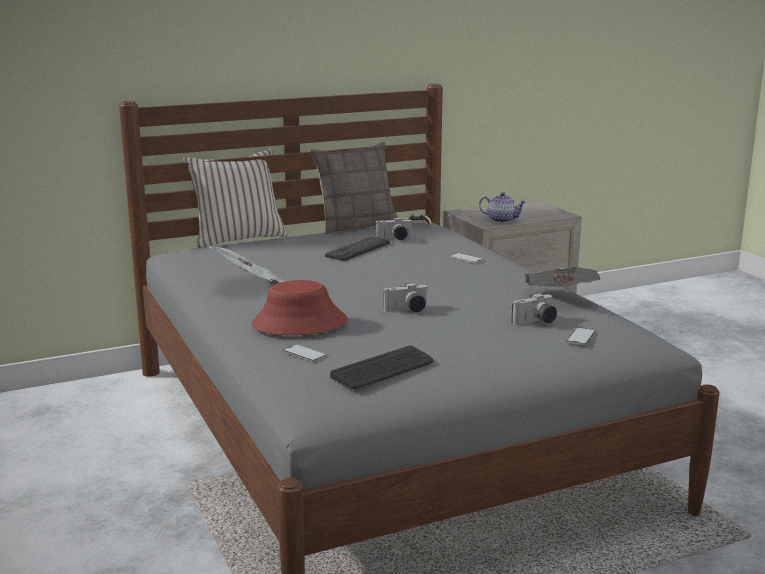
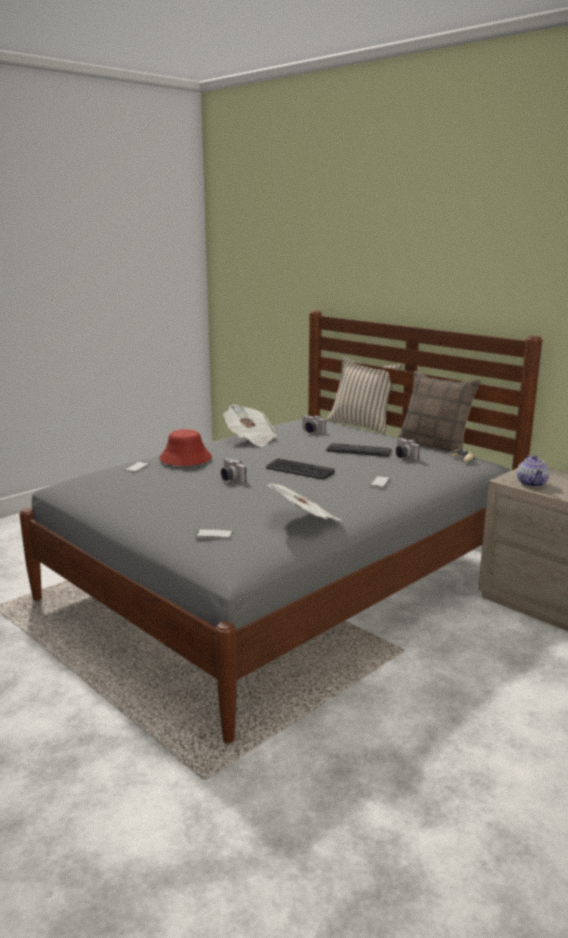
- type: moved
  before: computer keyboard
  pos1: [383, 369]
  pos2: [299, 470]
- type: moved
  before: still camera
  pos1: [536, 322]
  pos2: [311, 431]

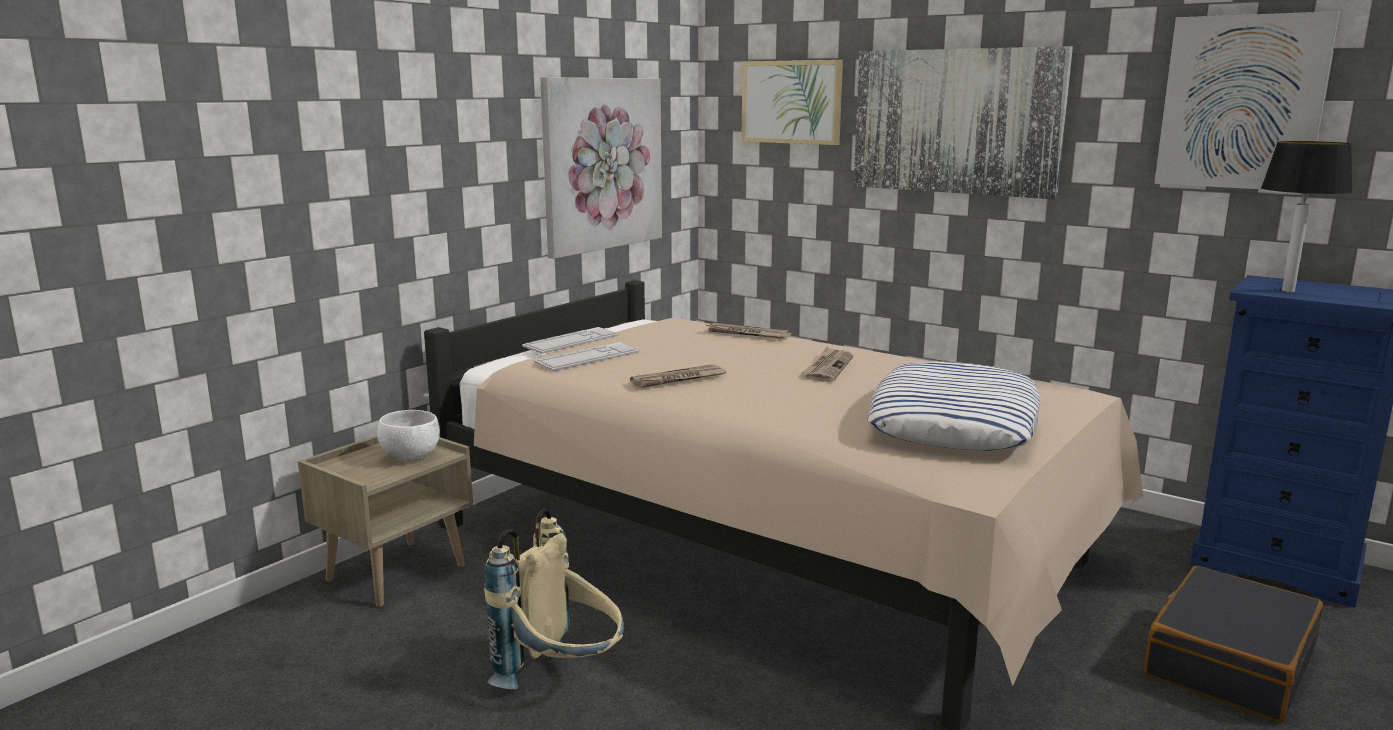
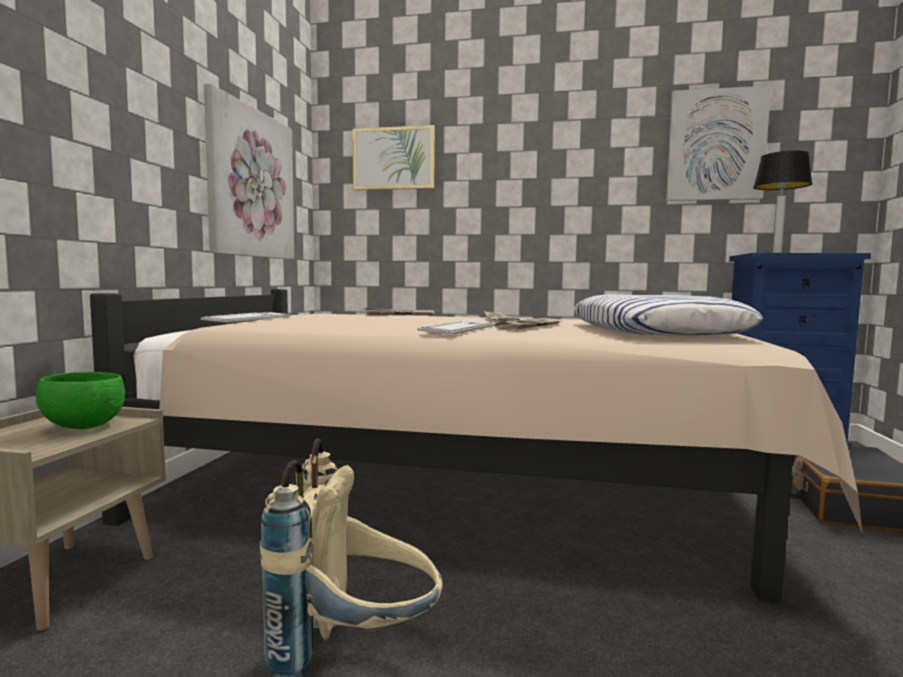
- type: removed
  before: wall picture
  pos1: [956, 121]
- type: moved
  before: computer keyboard
  pos1: [587, 358]
  pos2: [459, 329]
- type: moved
  before: printed paper
  pos1: [678, 379]
  pos2: [530, 326]
- type: recoloured
  before: whitish deep dish
  after: green deep dish
  pos1: [411, 457]
  pos2: [84, 427]

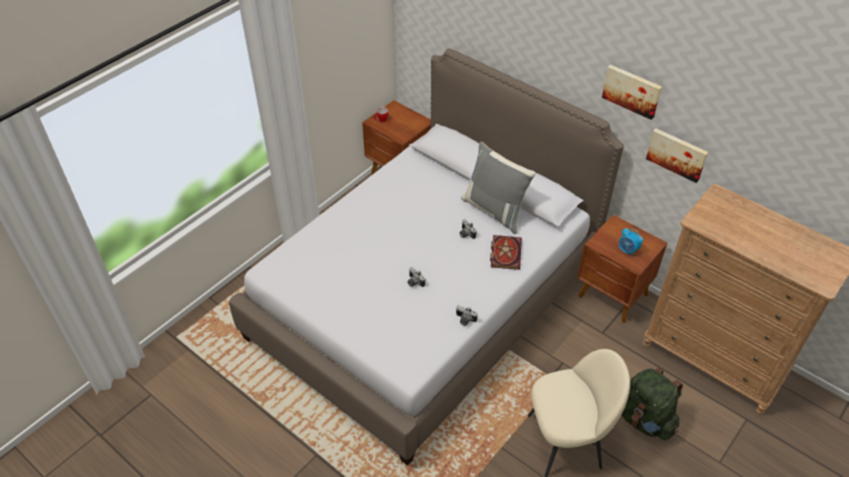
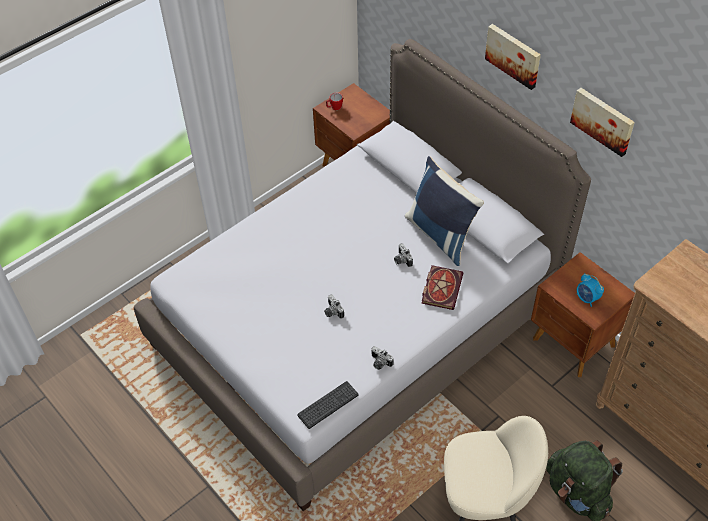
- type: added
  after: computer keyboard
  pos2: [328, 405]
- type: moved
  before: wall picture
  pos1: [677, 154]
  pos2: [514, 55]
- type: recoloured
  before: gray cushion
  after: blue cushion
  pos1: [495, 210]
  pos2: [441, 234]

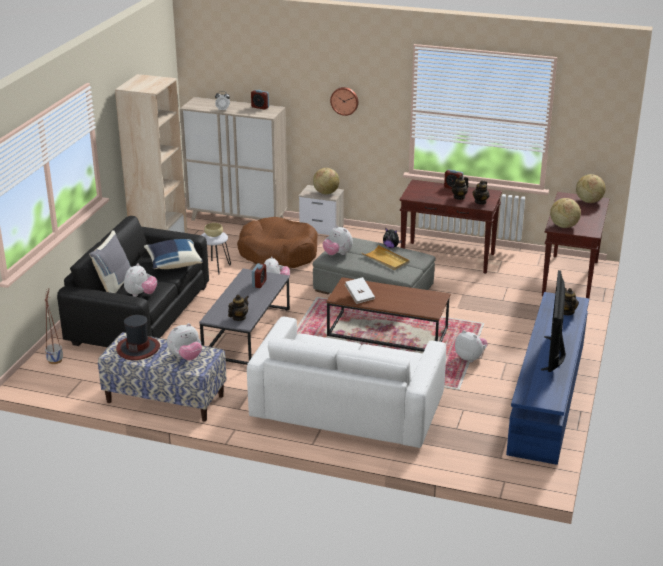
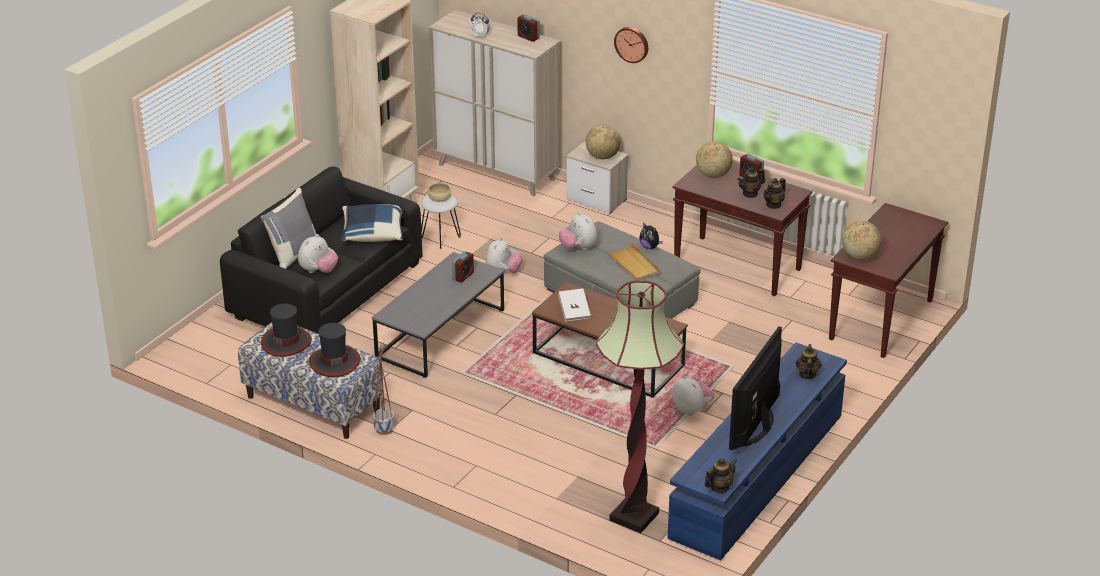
- type: removed
  before: brown-coloured dog bed
  pos1: [278, 253]
- type: removed
  before: whitish settee
  pos1: [347, 409]
- type: added
  after: standing lamp
  pos2: [634, 516]
- type: moved
  before: plant pot
  pos1: [55, 360]
  pos2: [384, 429]
- type: moved
  before: pot for tea
  pos1: [239, 318]
  pos2: [719, 487]
- type: moved
  before: desk globe
  pos1: [588, 201]
  pos2: [713, 175]
- type: replaced
  before: soft toy
  after: hat
  pos1: [186, 357]
  pos2: [334, 362]

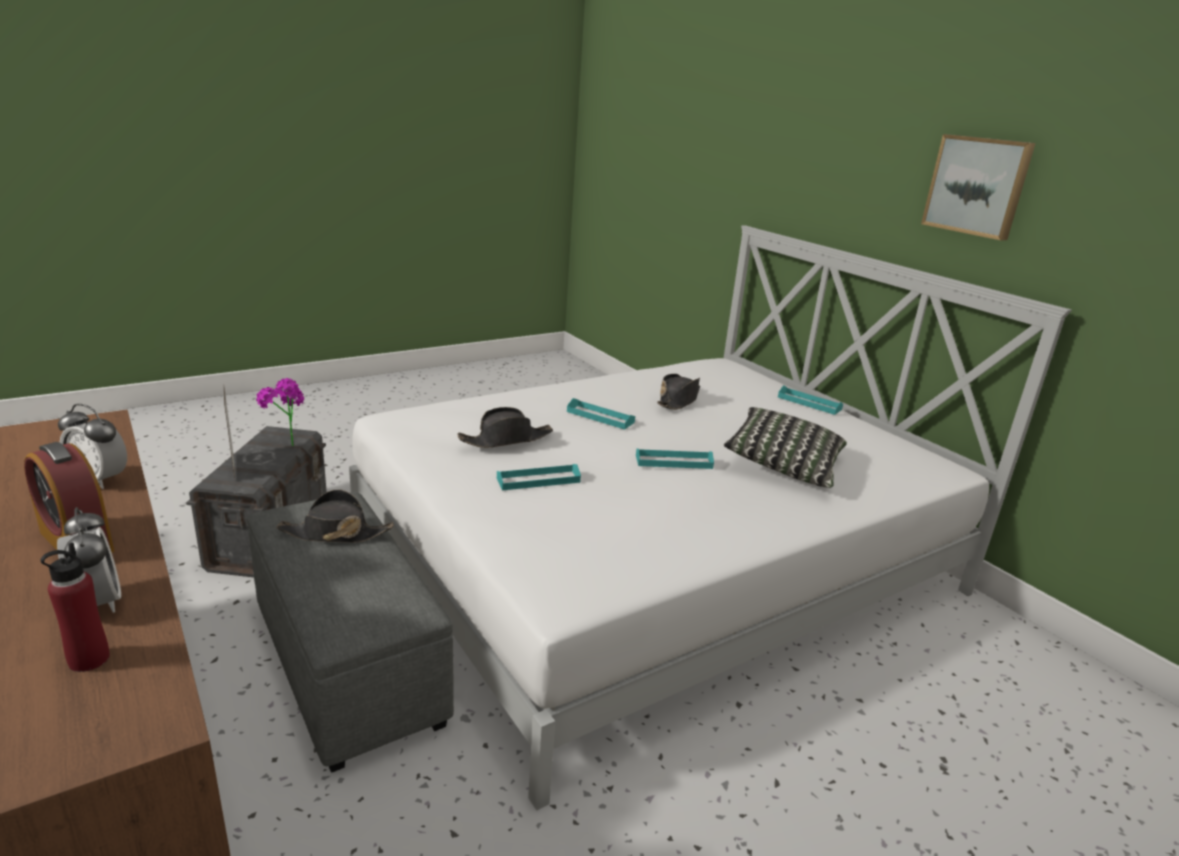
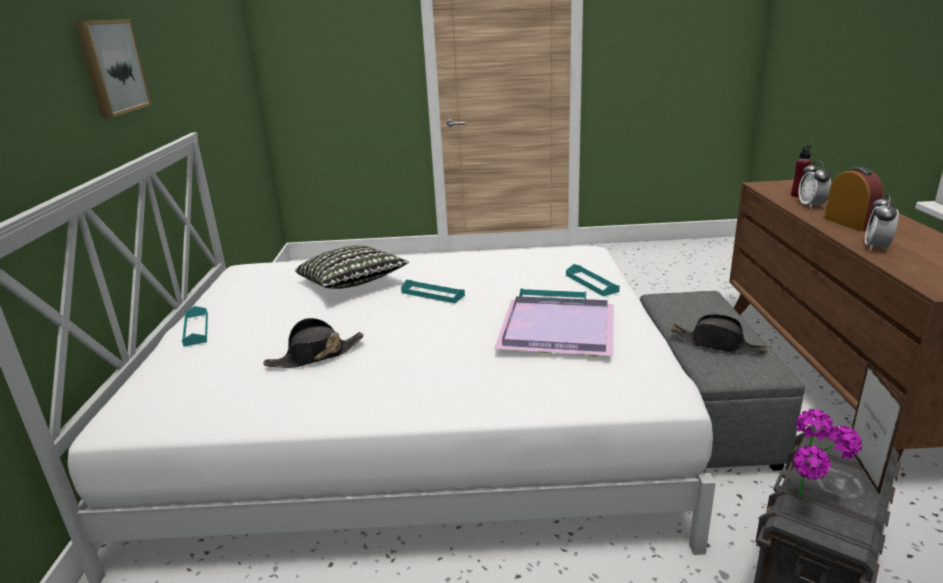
- type: moved
  before: turquoise serving tray
  pos1: [600, 417]
  pos2: [591, 283]
- type: replaced
  before: black hat
  after: purple-coloured serving tray
  pos1: [506, 439]
  pos2: [555, 328]
- type: turned
  before: table clock
  pos1: [100, 480]
  pos2: [876, 247]
  turn: -120

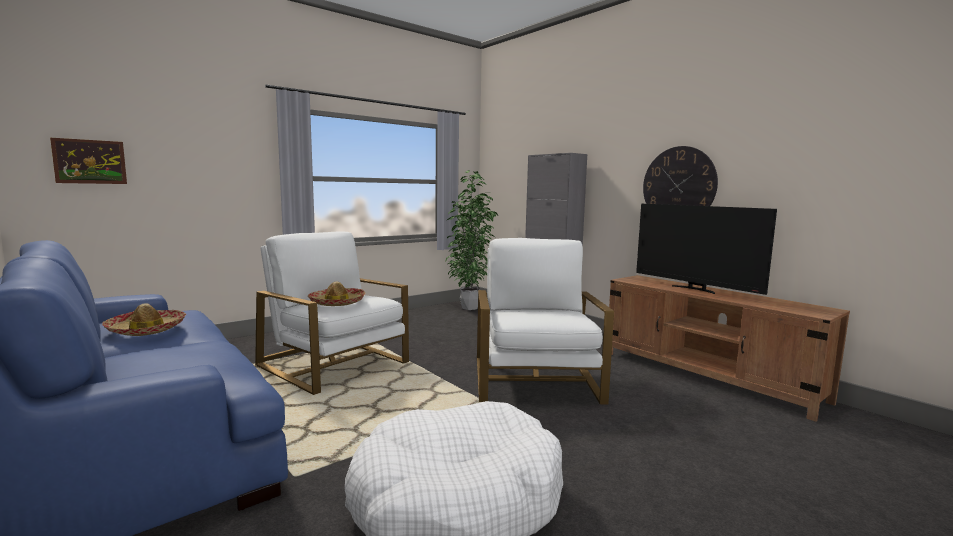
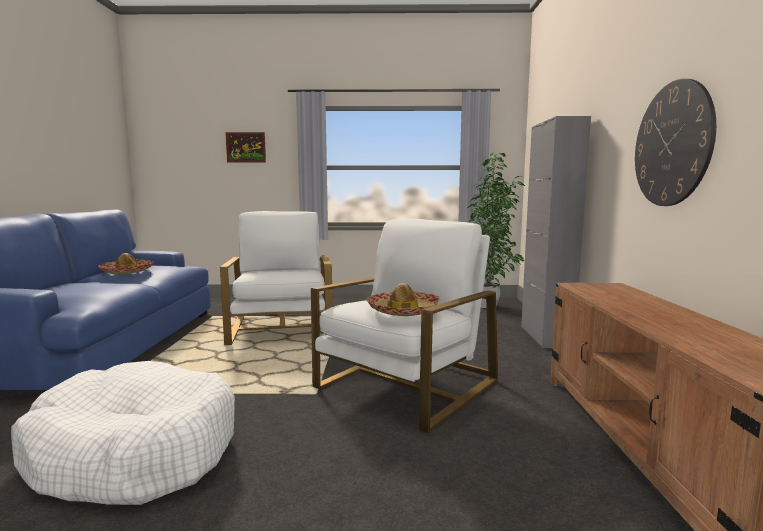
- type: removed
  before: television
  pos1: [695, 289]
- type: moved
  before: wall picture
  pos1: [90, 161]
  pos2: [246, 147]
- type: moved
  before: hat
  pos1: [337, 303]
  pos2: [403, 311]

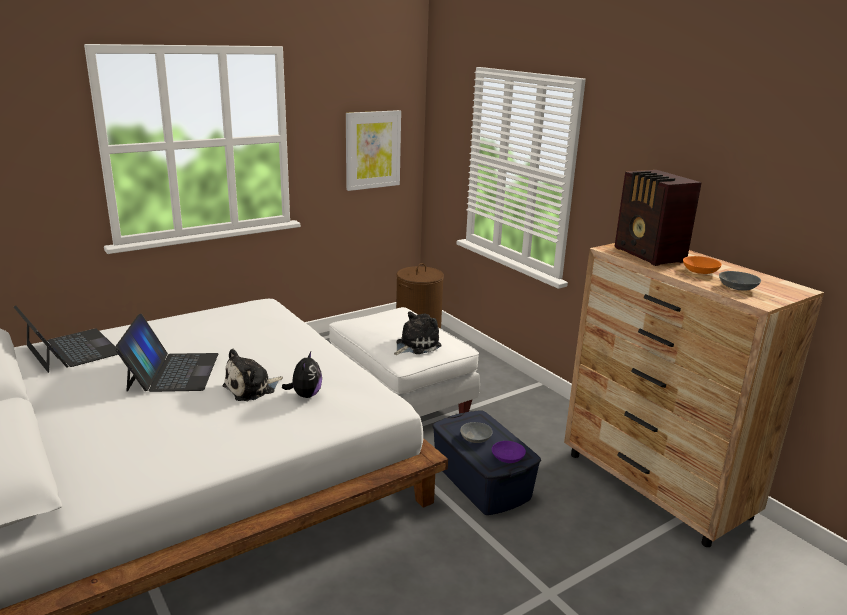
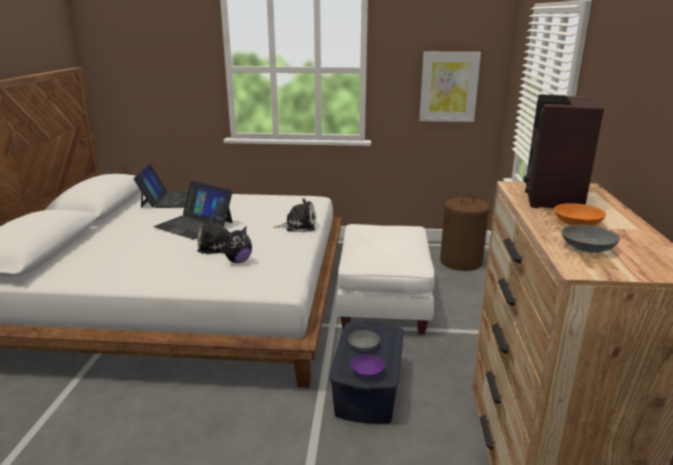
- type: moved
  before: soft toy
  pos1: [415, 345]
  pos2: [298, 226]
- type: turned
  before: portable computer
  pos1: [172, 372]
  pos2: [194, 224]
  turn: 90

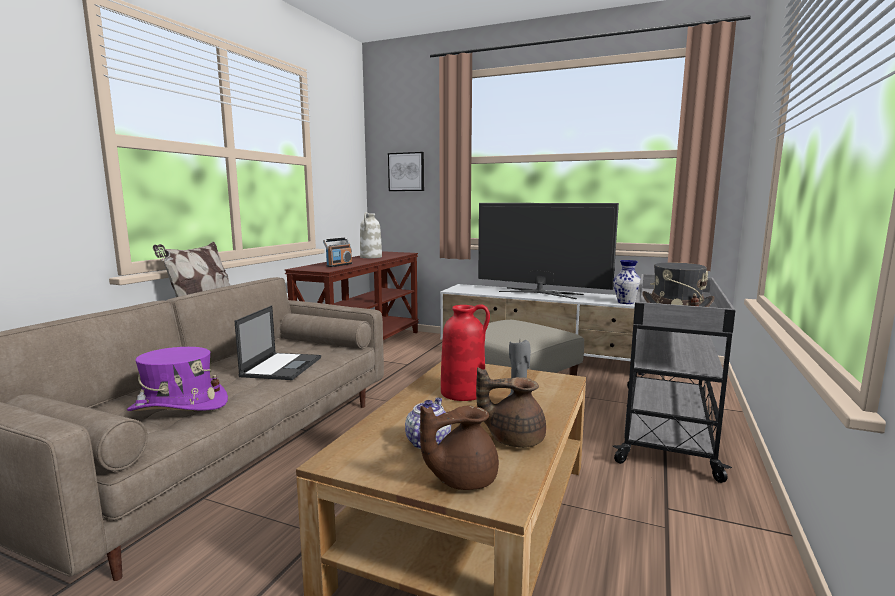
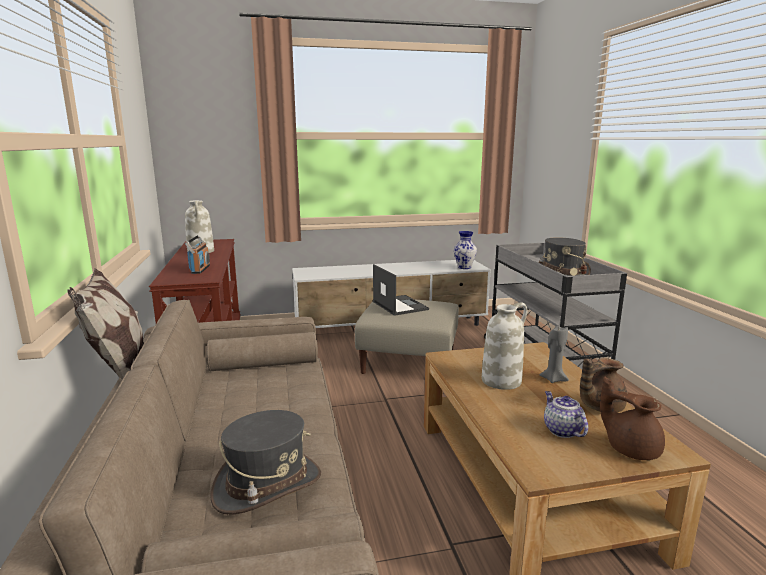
- type: removed
  before: wall picture
  pos1: [406, 172]
- type: removed
  before: television
  pos1: [540, 293]
- type: moved
  before: portable computer
  pos1: [282, 366]
  pos2: [399, 305]
- type: recoloured
  before: purple-coloured hat
  after: gray hat
  pos1: [179, 406]
  pos2: [267, 485]
- type: recoloured
  before: reddish decorative vase
  after: whitish decorative vase
  pos1: [463, 392]
  pos2: [501, 380]
- type: turned
  before: brown-coloured pot for tea
  pos1: [461, 479]
  pos2: [630, 448]
  turn: 105

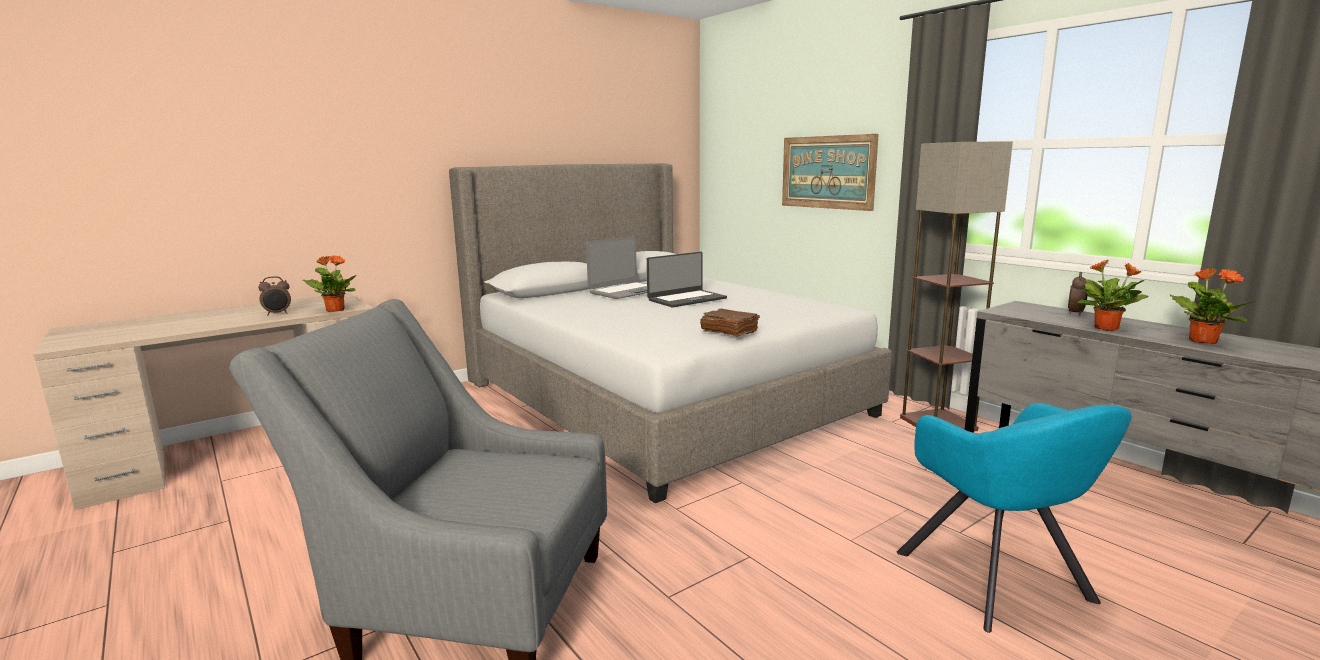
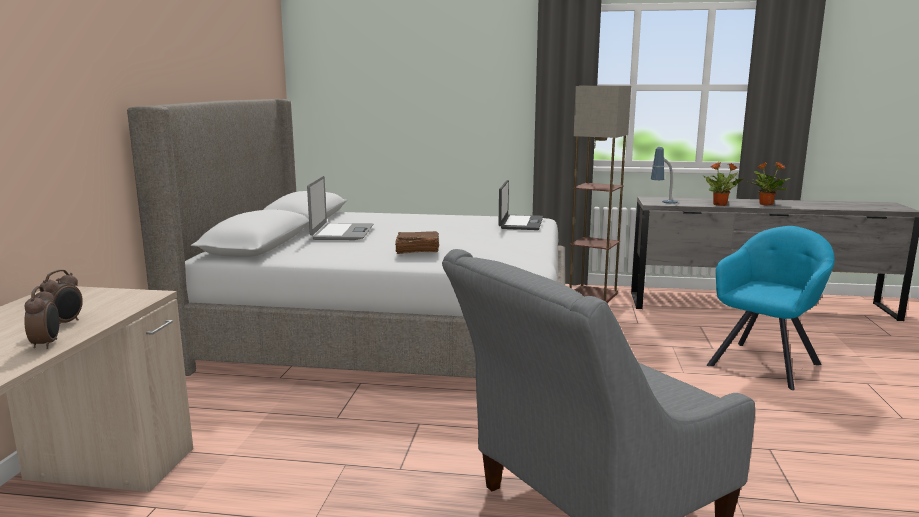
- type: removed
  before: plant in a pot
  pos1: [335, 310]
- type: removed
  before: wall picture
  pos1: [827, 172]
- type: added
  after: tabletop lamp
  pos2: [663, 203]
- type: moved
  before: portable computer
  pos1: [686, 299]
  pos2: [520, 223]
- type: moved
  before: brown-coloured book
  pos1: [729, 332]
  pos2: [417, 251]
- type: moved
  before: table clock
  pos1: [1075, 313]
  pos2: [47, 344]
- type: turned
  before: turquoise armchair
  pos1: [998, 580]
  pos2: [765, 363]
  turn: -75

